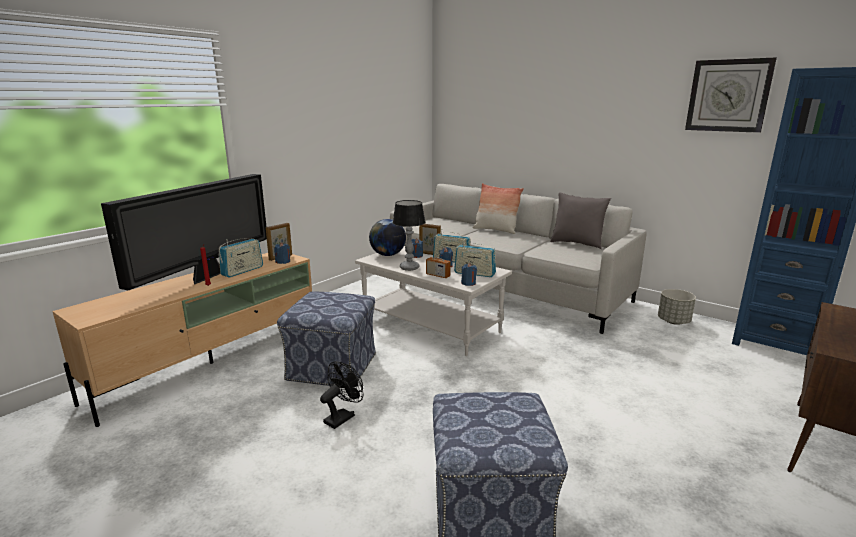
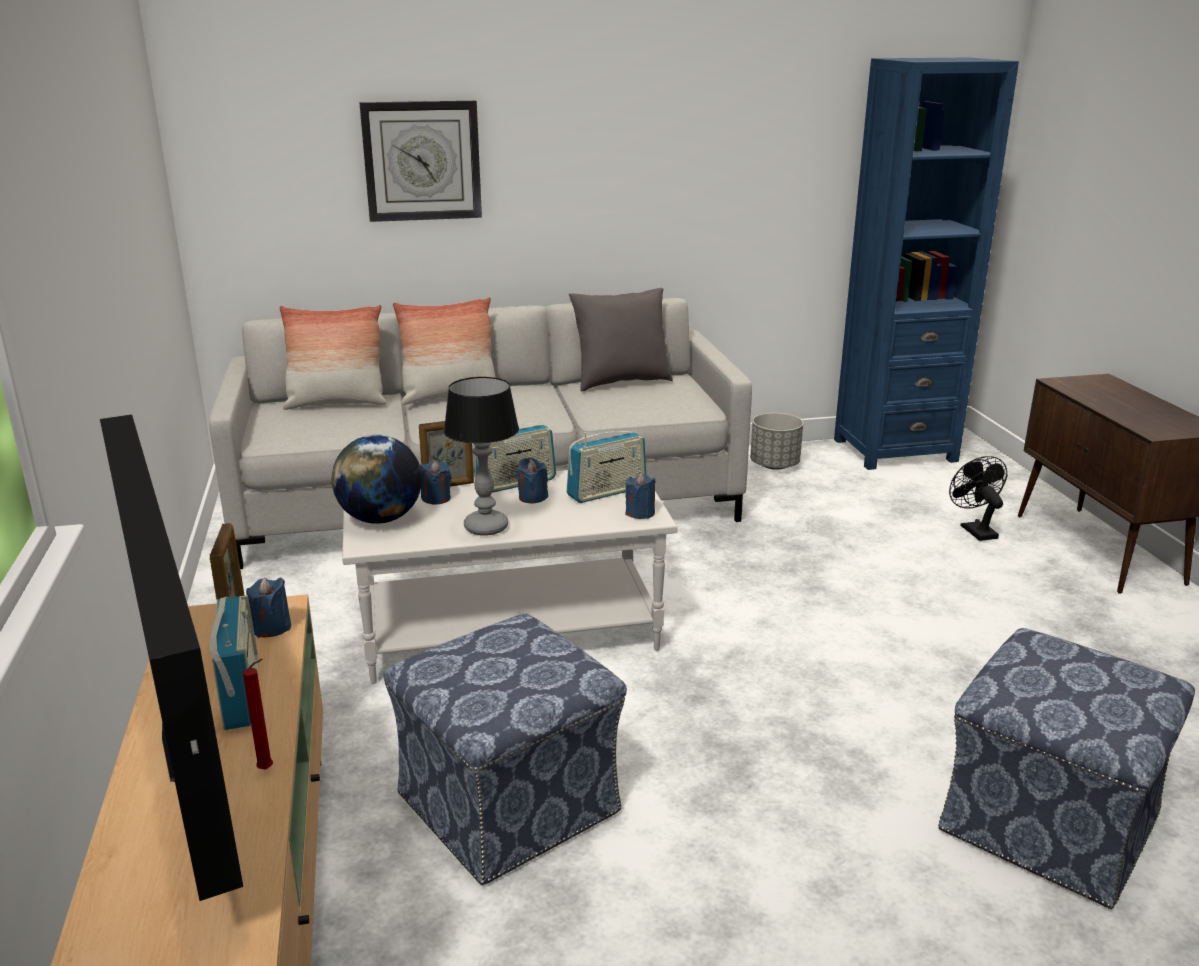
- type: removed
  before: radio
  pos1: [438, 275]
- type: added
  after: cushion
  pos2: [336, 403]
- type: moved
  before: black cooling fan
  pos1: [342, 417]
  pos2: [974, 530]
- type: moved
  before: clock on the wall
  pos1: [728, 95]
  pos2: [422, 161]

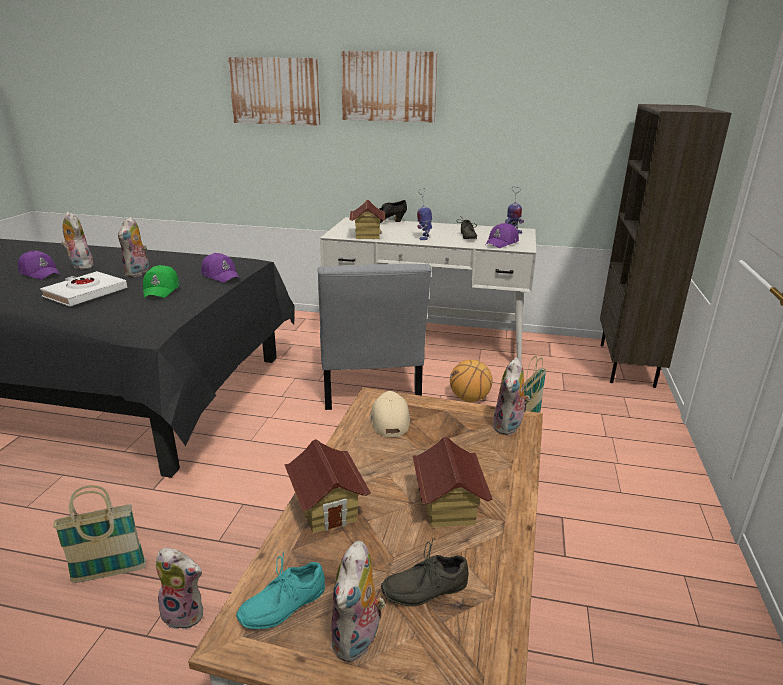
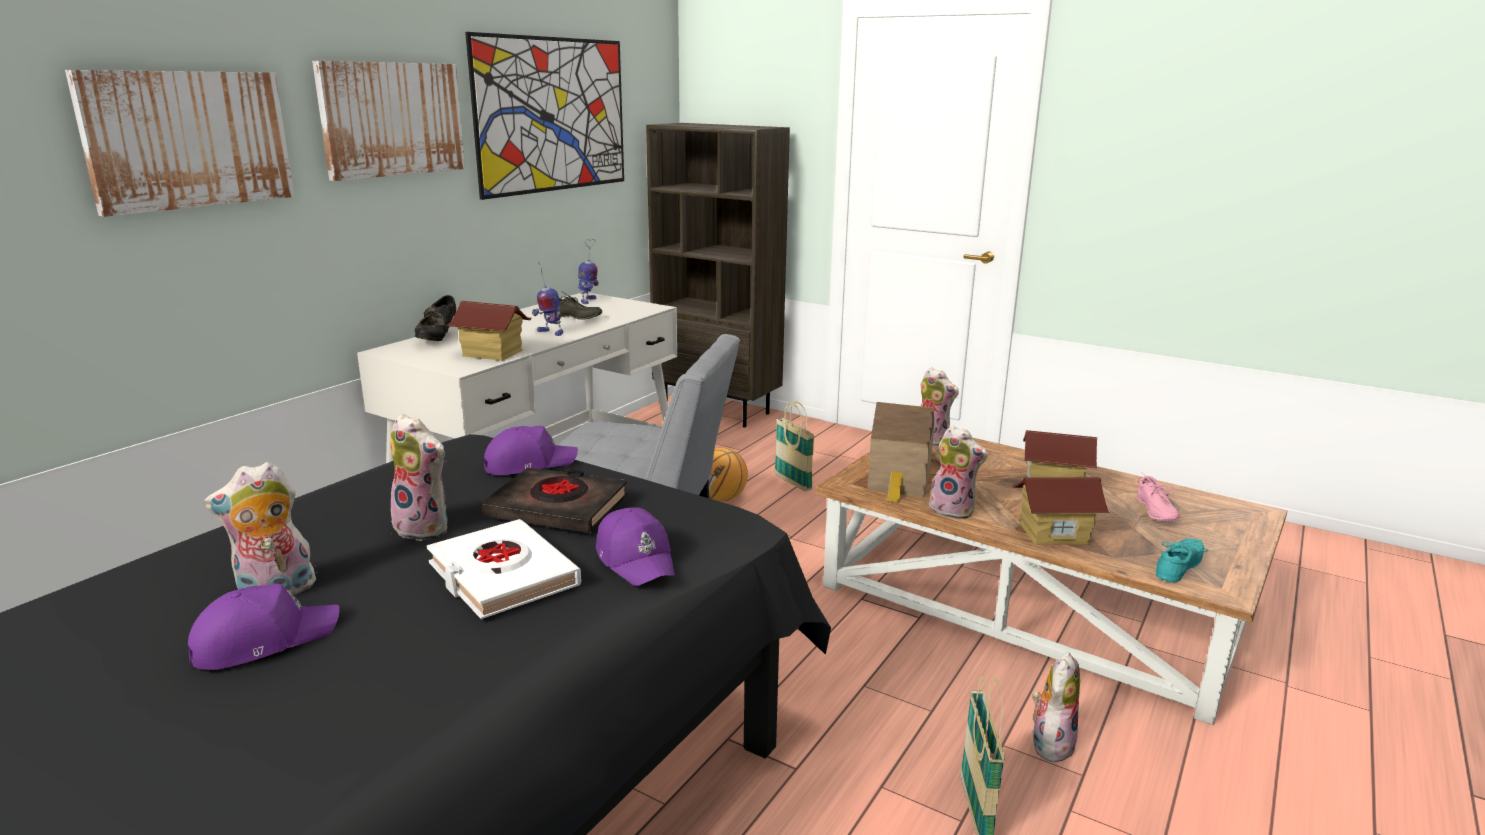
- type: added
  after: wall picture
  pos2: [553, 115]
- type: moved
  before: soft toy
  pos1: [358, 640]
  pos2: [954, 510]
- type: moved
  before: purple-coloured cap
  pos1: [502, 243]
  pos2: [636, 559]
- type: replaced
  before: green cap
  after: black book
  pos1: [162, 290]
  pos2: [558, 508]
- type: replaced
  before: sand-coloured cap
  after: model house
  pos1: [389, 420]
  pos2: [899, 484]
- type: recoloured
  before: gray shoe
  after: pinkish shoe
  pos1: [424, 587]
  pos2: [1153, 511]
- type: turned
  before: turquoise shoe
  pos1: [281, 603]
  pos2: [1181, 568]
  turn: -120

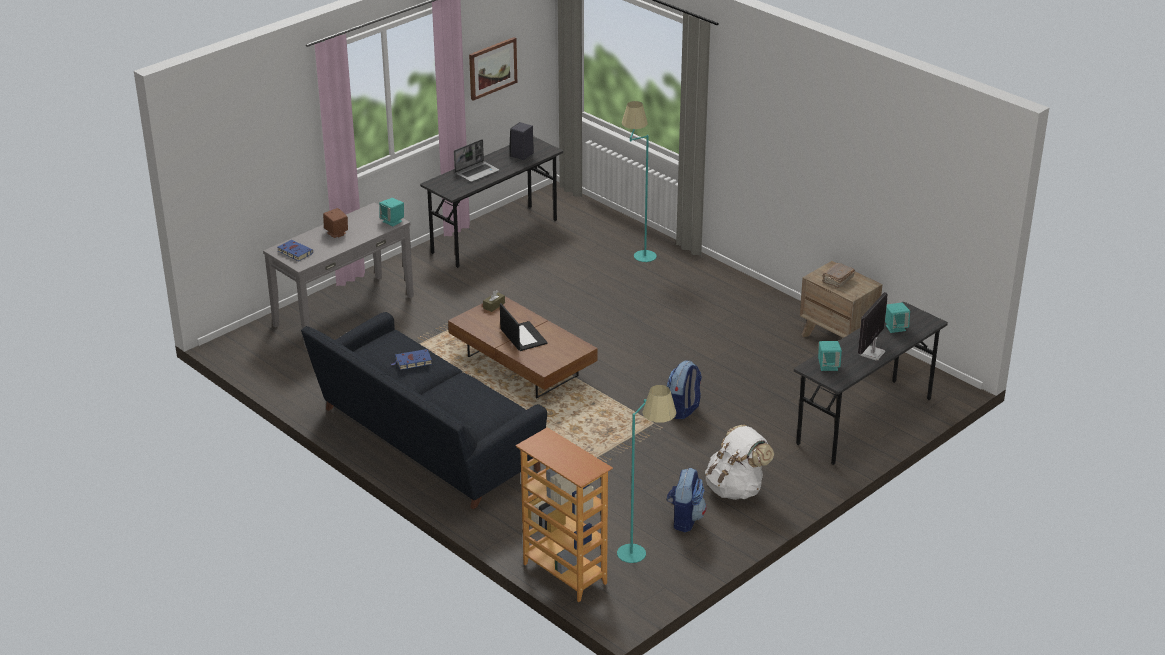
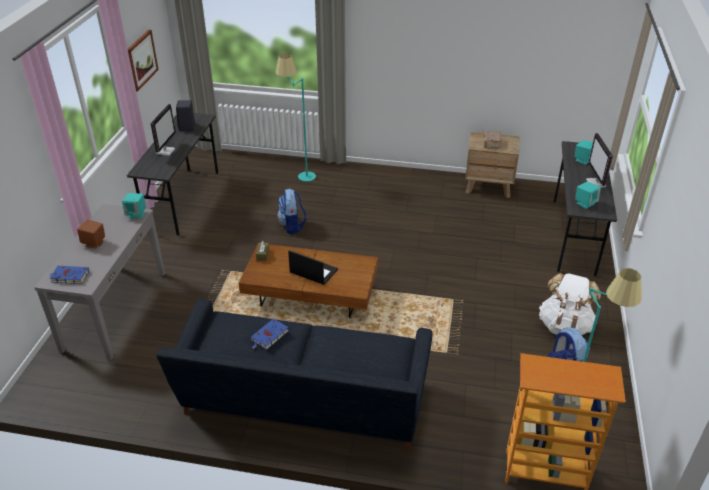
- type: moved
  before: backpack
  pos1: [683, 410]
  pos2: [292, 226]
- type: replaced
  before: portable computer
  after: computer display
  pos1: [477, 172]
  pos2: [166, 151]

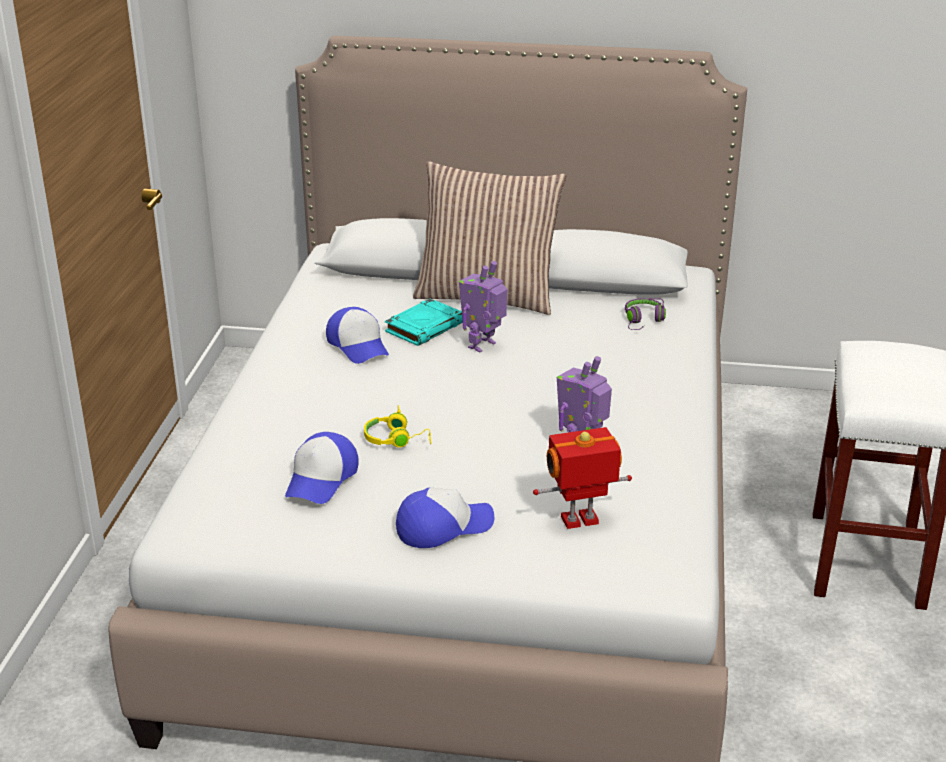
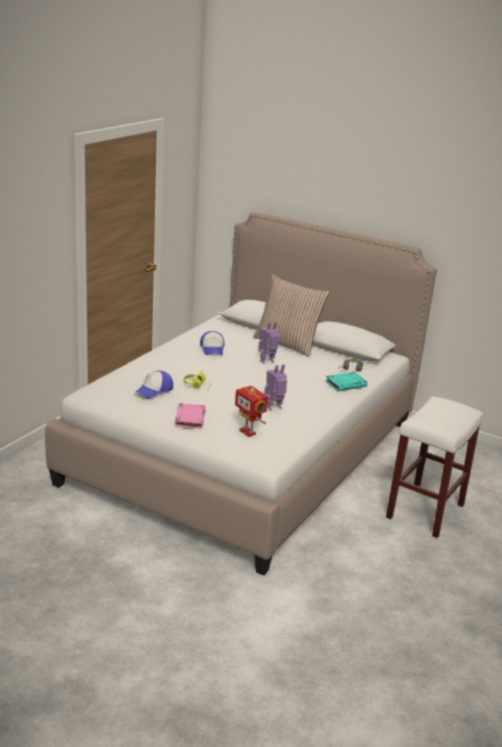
- type: moved
  before: turquoise book
  pos1: [425, 327]
  pos2: [346, 384]
- type: replaced
  before: cap
  after: pinkish book
  pos1: [443, 526]
  pos2: [189, 419]
- type: turned
  before: model robot
  pos1: [580, 521]
  pos2: [248, 432]
  turn: -135

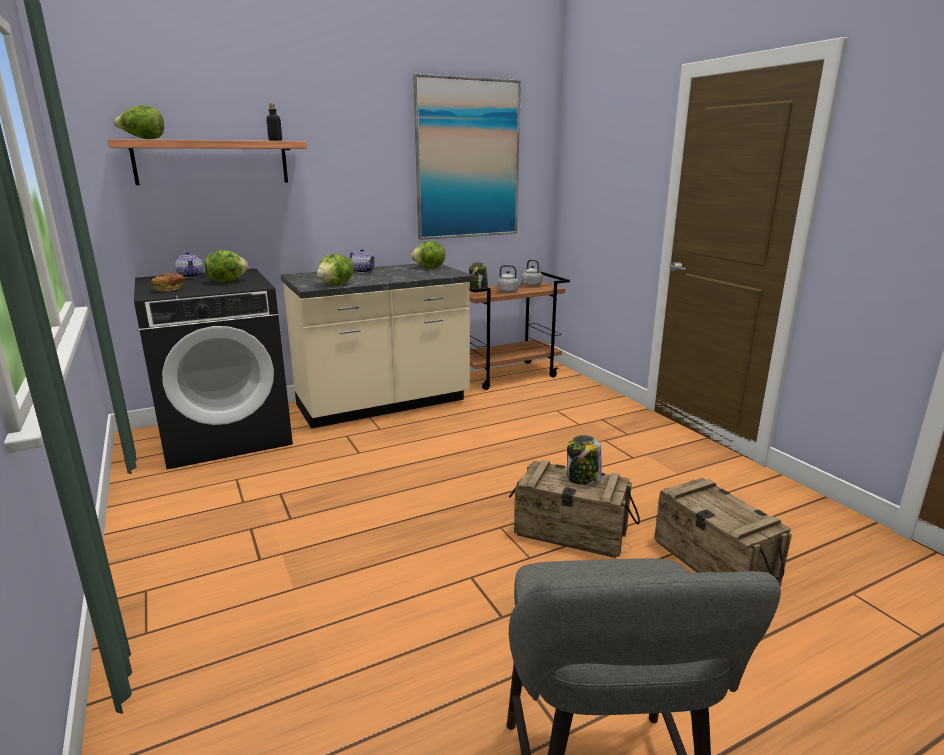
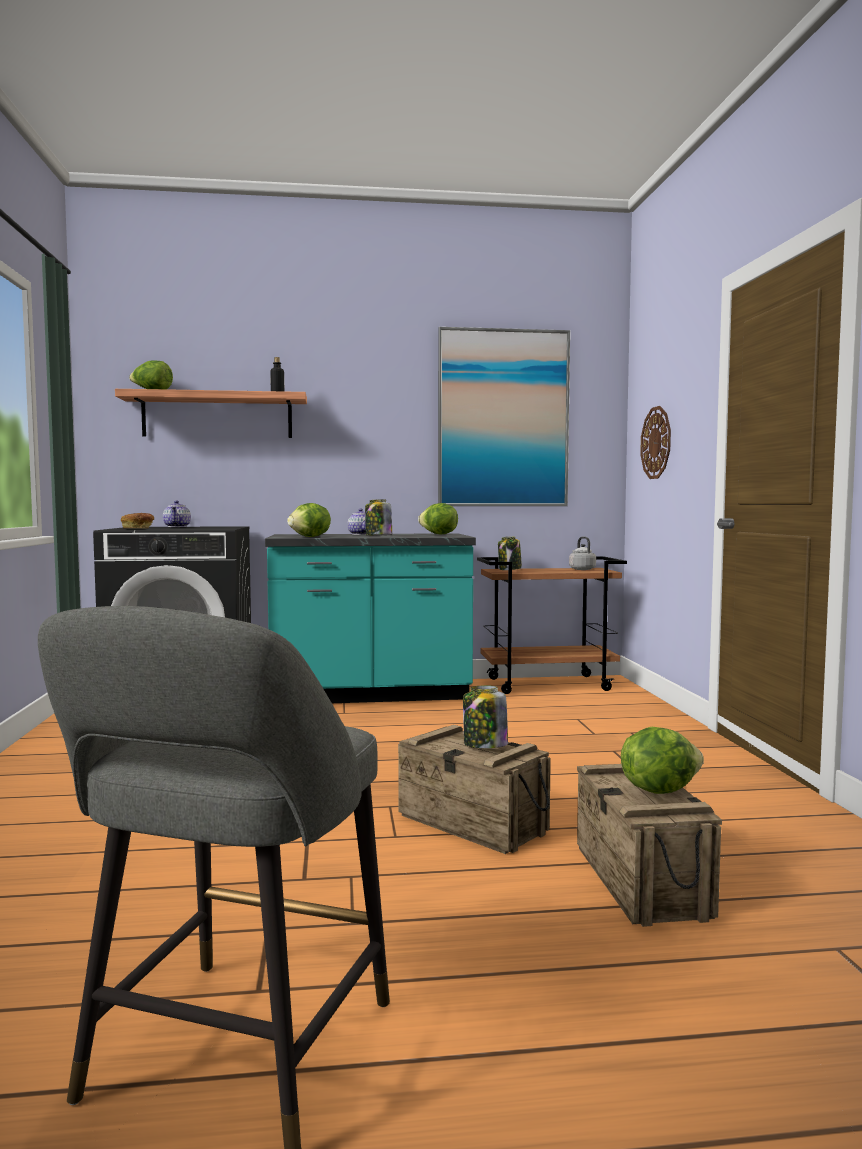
- type: removed
  before: gray kettle
  pos1: [509, 292]
- type: added
  after: jar
  pos2: [378, 535]
- type: added
  after: clock on the wall
  pos2: [656, 443]
- type: moved
  before: lettuce head
  pos1: [226, 281]
  pos2: [658, 789]
- type: recoloured
  before: sand-coloured kitchen counter
  after: turquoise kitchen counter
  pos1: [383, 404]
  pos2: [370, 695]

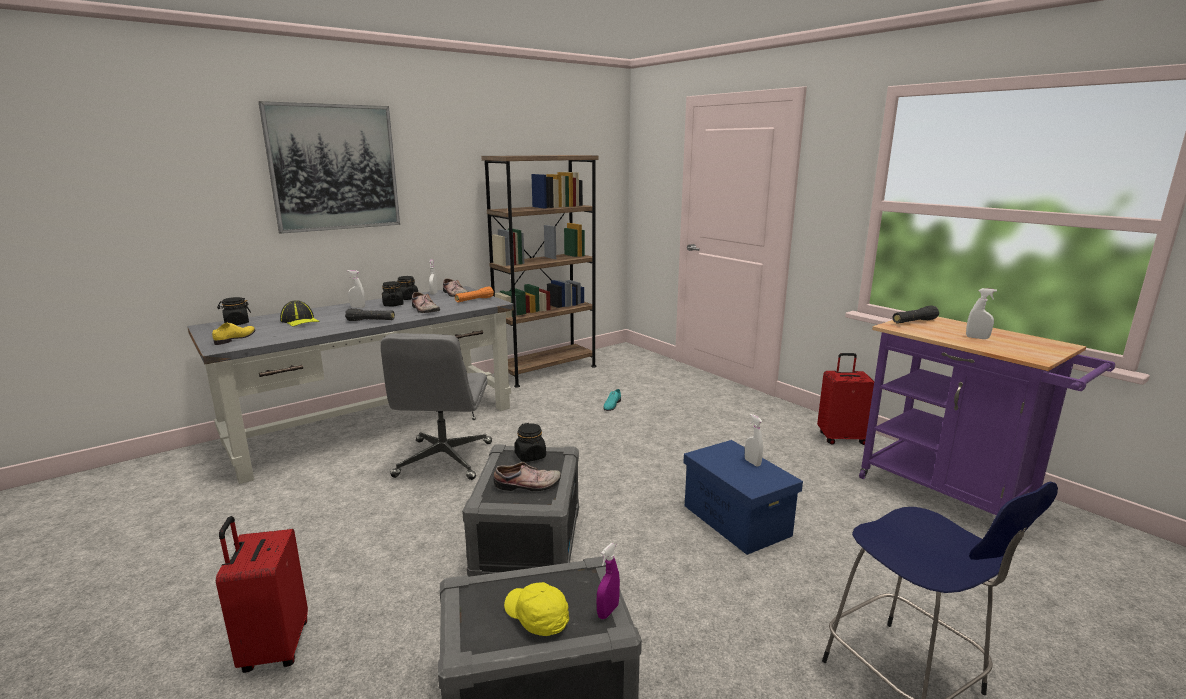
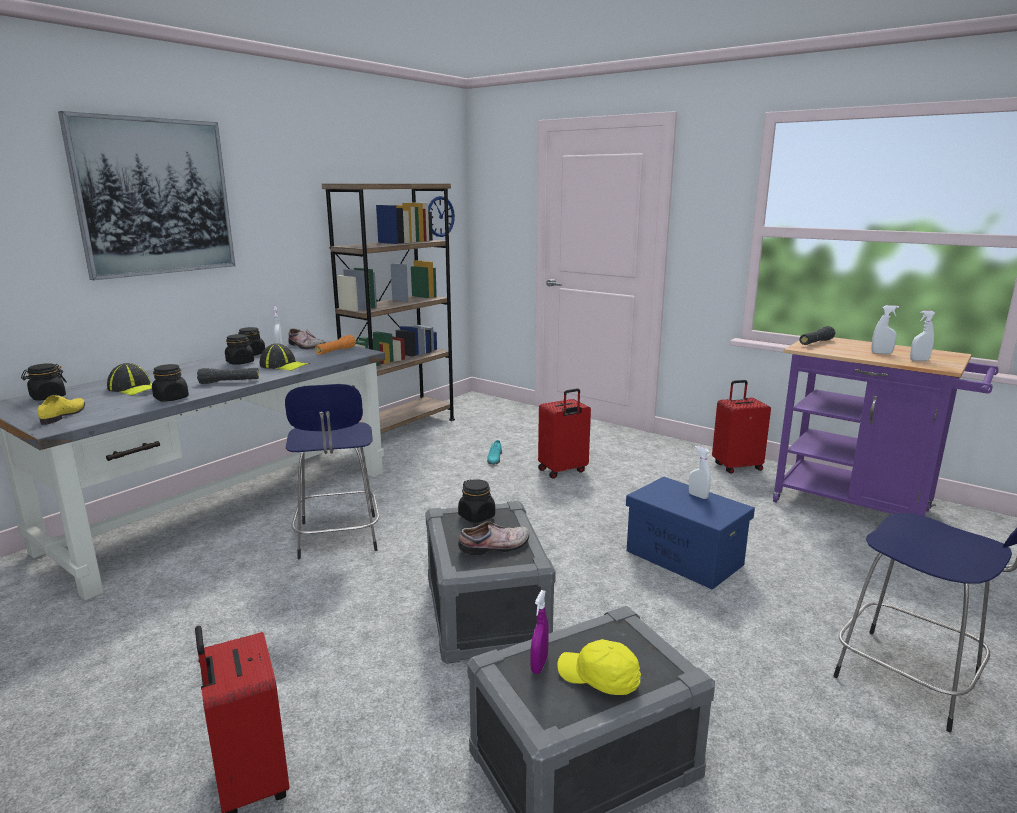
- type: added
  after: black jar
  pos2: [171, 398]
- type: added
  after: clock on the wall
  pos2: [440, 216]
- type: added
  after: reddish suitcase
  pos2: [563, 471]
- type: moved
  before: whitish spray bottle
  pos1: [358, 307]
  pos2: [919, 360]
- type: moved
  before: purple-coloured spray bottle
  pos1: [608, 611]
  pos2: [539, 665]
- type: replaced
  before: gray desk chair
  after: blue stool
  pos1: [444, 460]
  pos2: [338, 538]
- type: replaced
  before: shoe
  after: cap
  pos1: [424, 310]
  pos2: [284, 365]

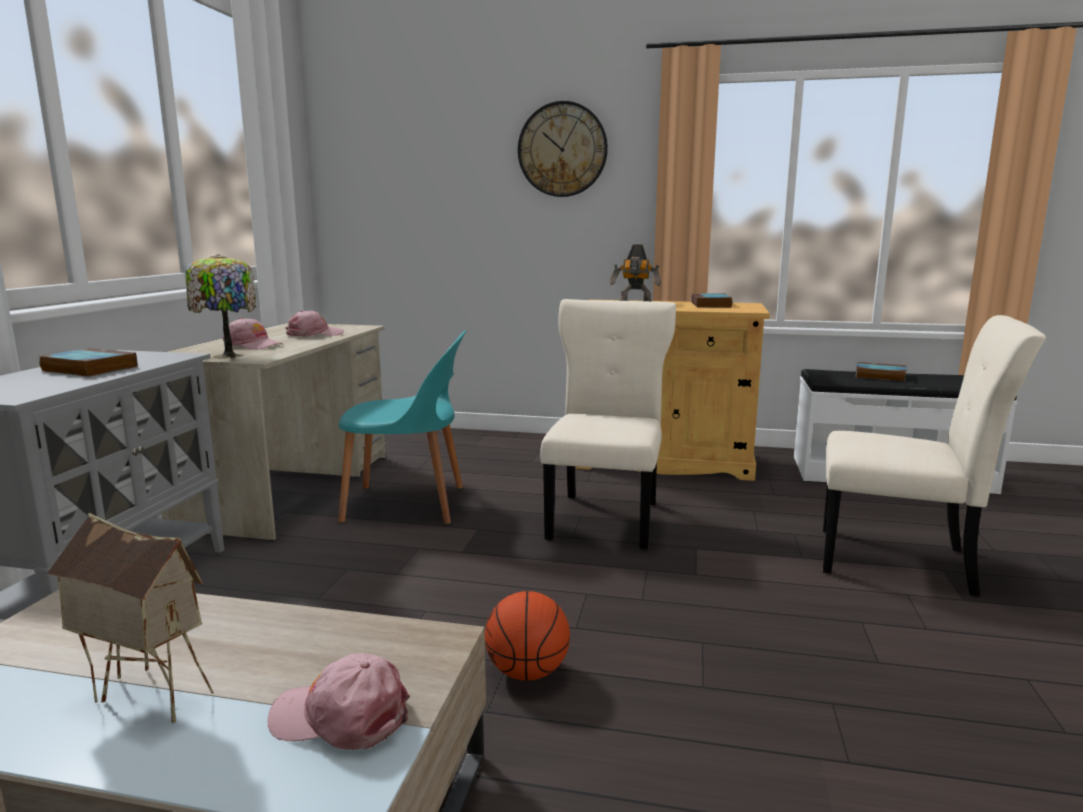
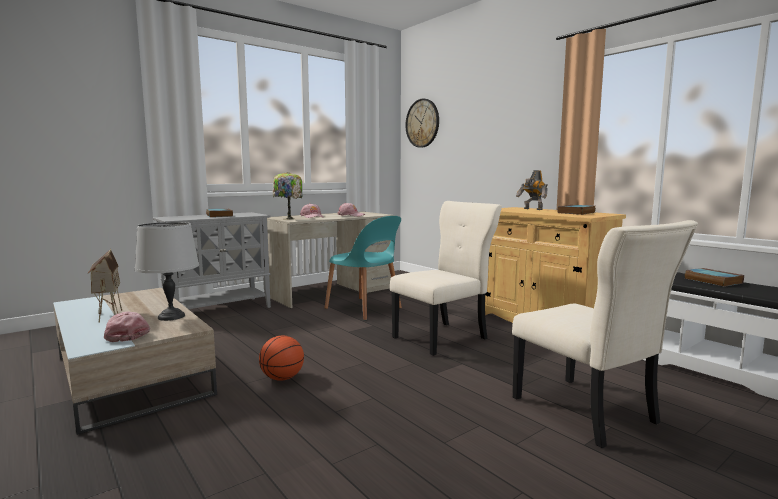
- type: added
  after: gray tabletop lamp
  pos2: [170, 316]
- type: moved
  before: clock on the wall
  pos1: [562, 150]
  pos2: [422, 123]

